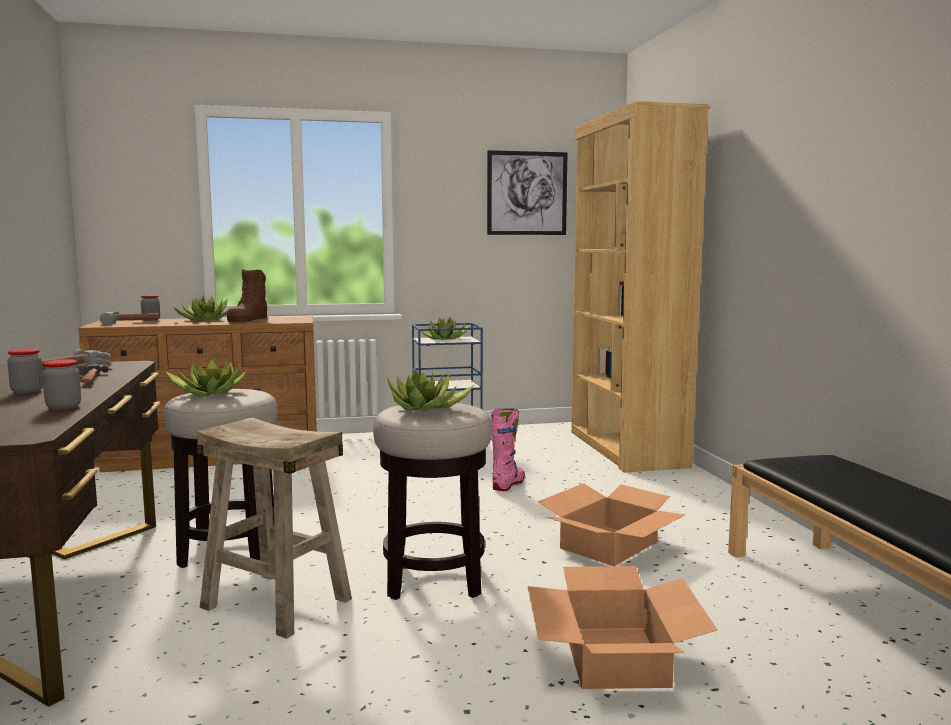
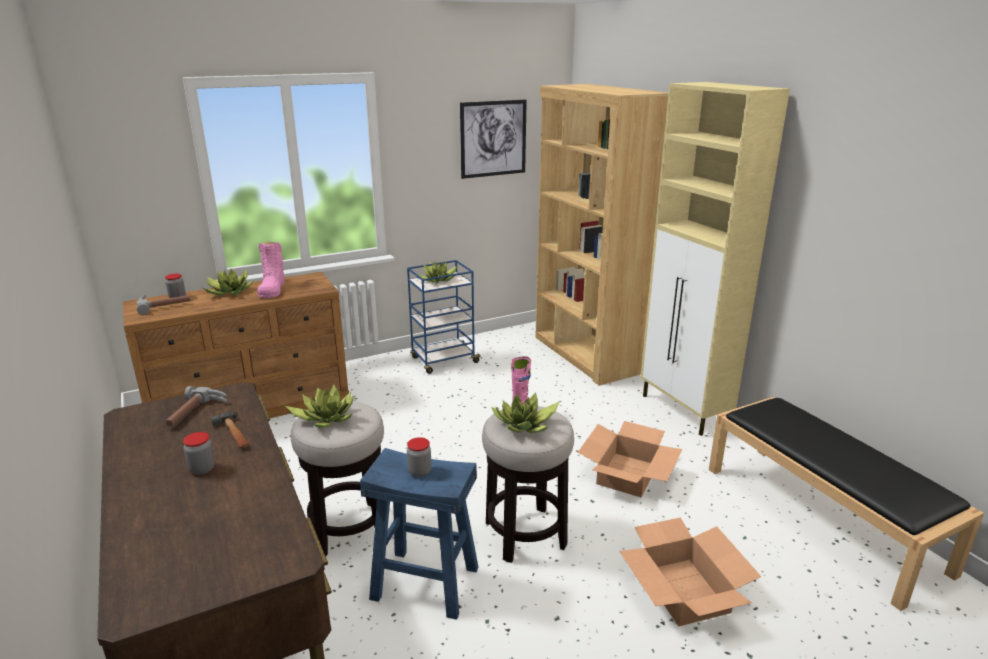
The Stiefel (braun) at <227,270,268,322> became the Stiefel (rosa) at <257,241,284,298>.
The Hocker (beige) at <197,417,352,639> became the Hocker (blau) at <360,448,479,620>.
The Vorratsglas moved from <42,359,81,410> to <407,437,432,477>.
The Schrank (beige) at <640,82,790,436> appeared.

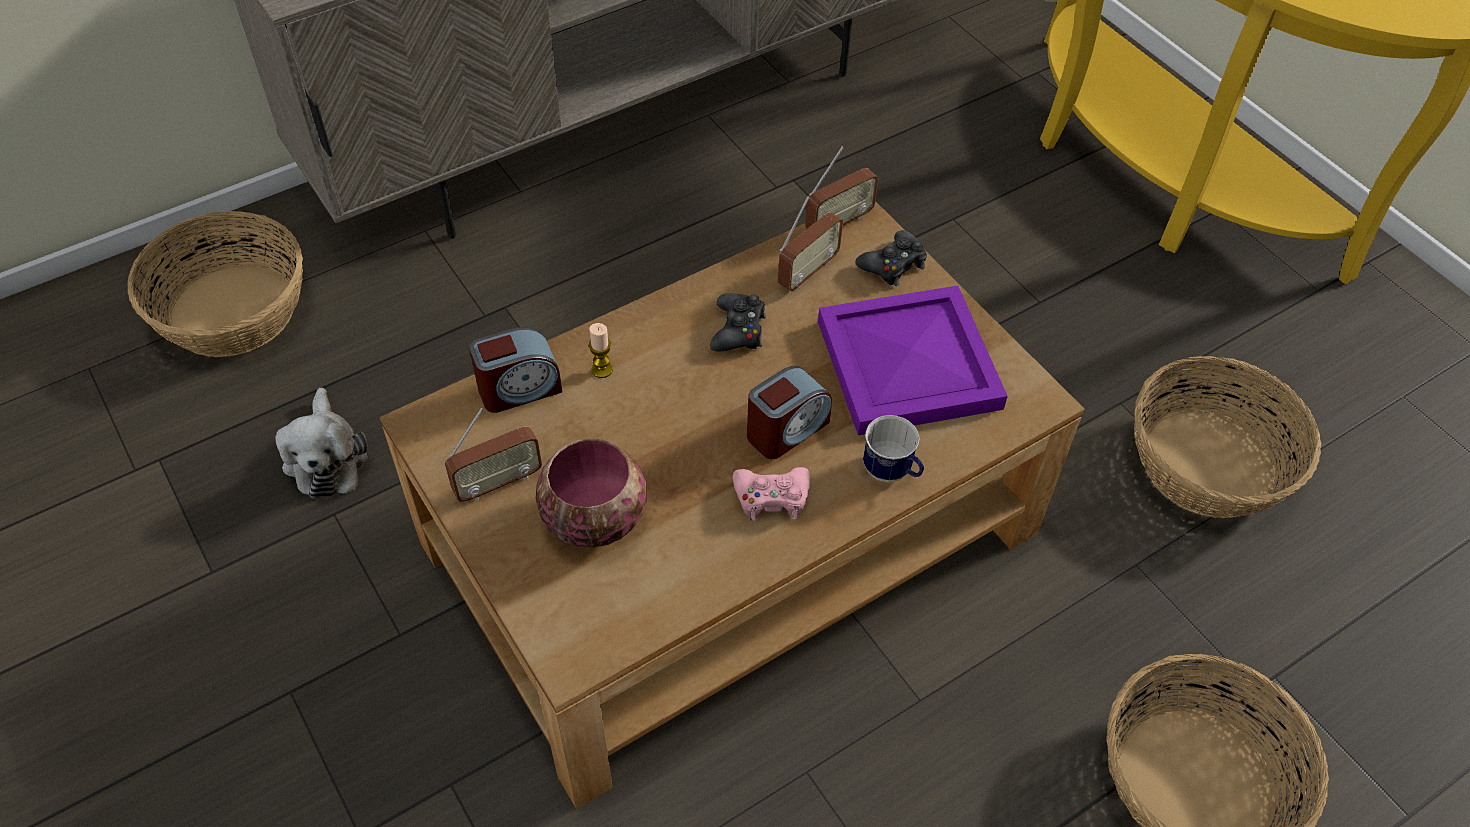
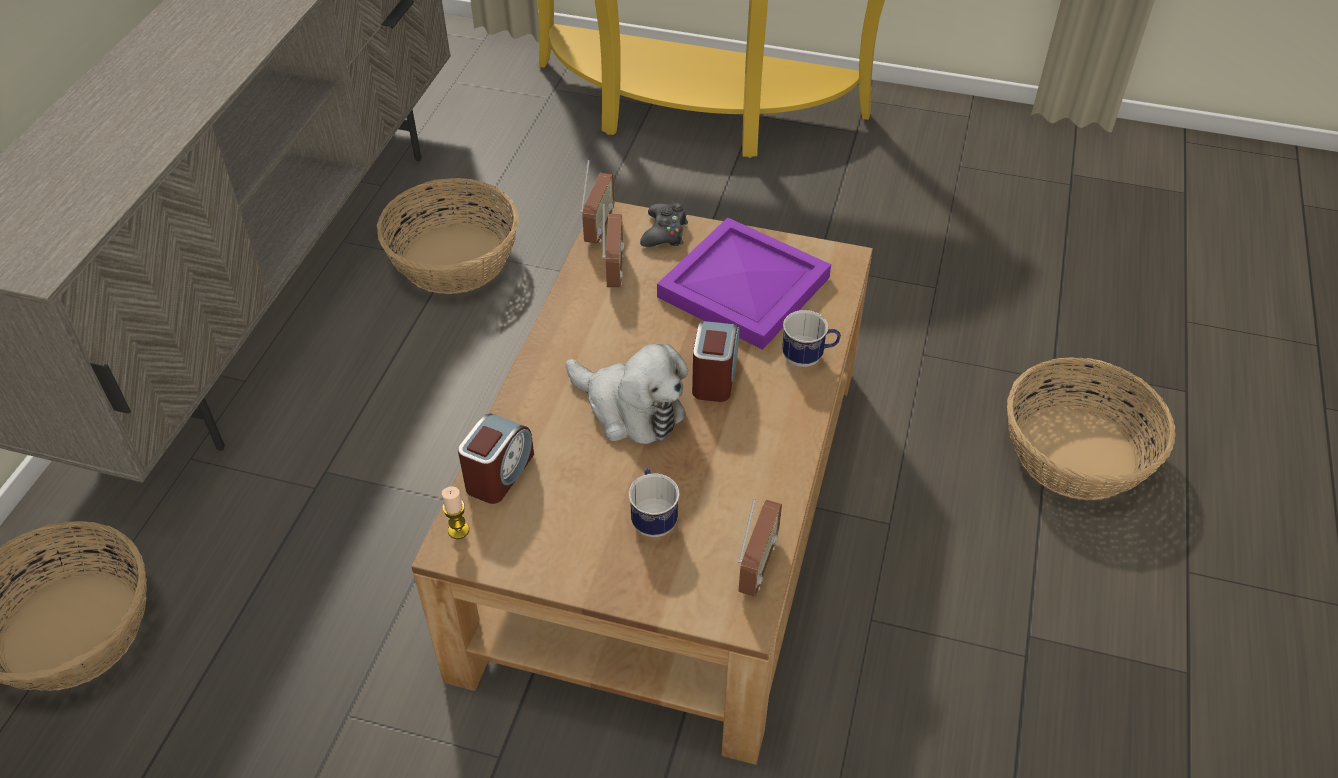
The Korb moved from <1134,356,1321,518> to <377,178,519,294>.
The Kerze moved from <589,323,613,378> to <442,486,469,539>.
The Plüschtier moved from <275,388,367,499> to <566,343,688,444>.
The Schüssel at <535,438,647,548> was replaced by the Henkelbecher at <628,468,680,537>.
The Radio moved from <445,408,542,502> to <738,499,782,597>.
The Gamepad (schwarz) at <710,293,766,351> disappeared.
The Gamepad (rosa) at <733,467,810,521> disappeared.

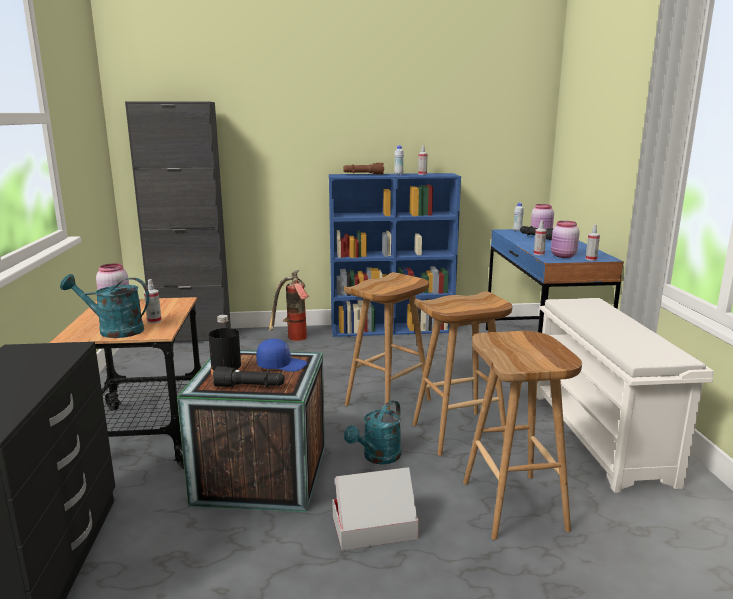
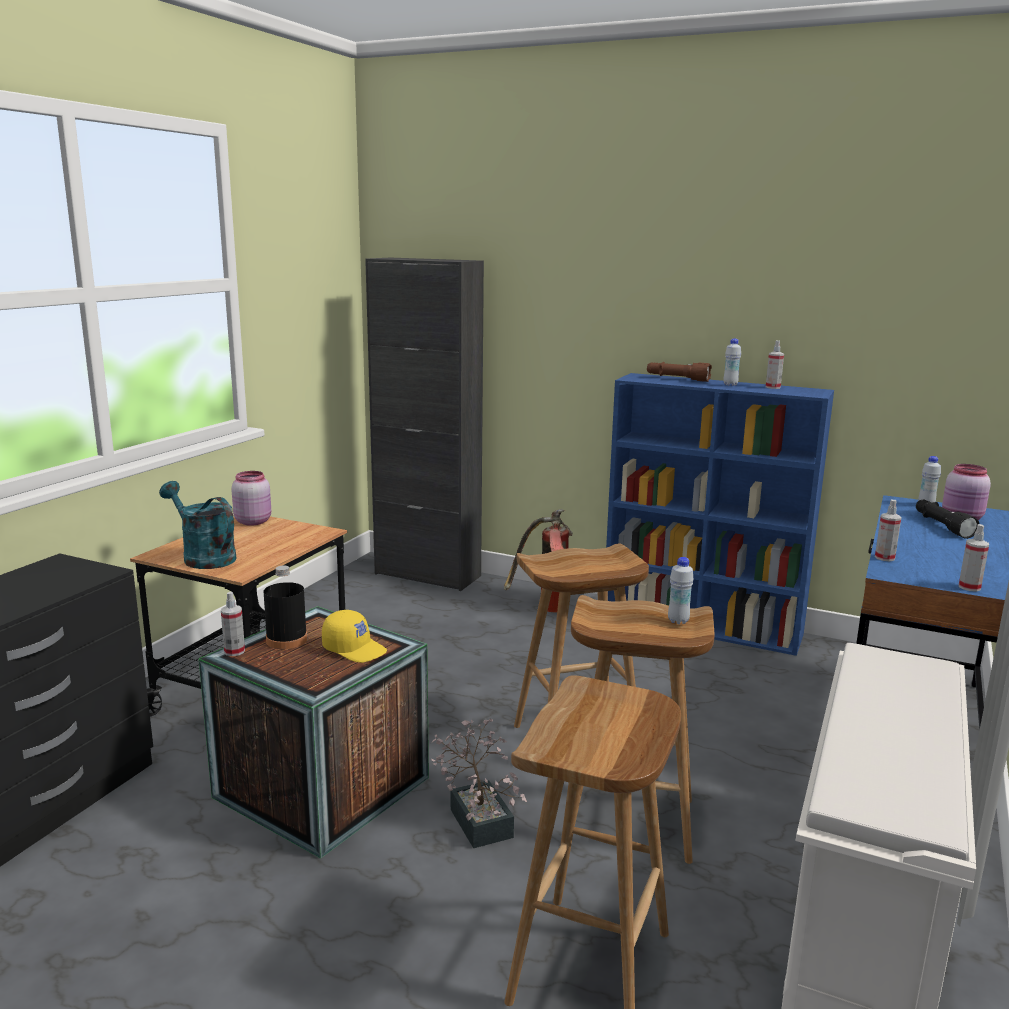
The Sprühflasche moved from <144,279,162,323> to <221,592,245,656>.
The Kappe (blau) at <256,339,307,372> became the Kappe (gelb) at <322,610,387,663>.
The Gießkanne (türkis) at <344,400,401,465> was replaced by the Topfpflanze at <431,719,527,848>.
The Flasche (weiß) at <668,557,694,624> appeared.
The Taschenlampe (schwarz) at <213,366,285,388> disappeared.
The Karton at <332,467,419,550> disappeared.
The Vorratsglas (rosa) at <551,221,580,258> disappeared.

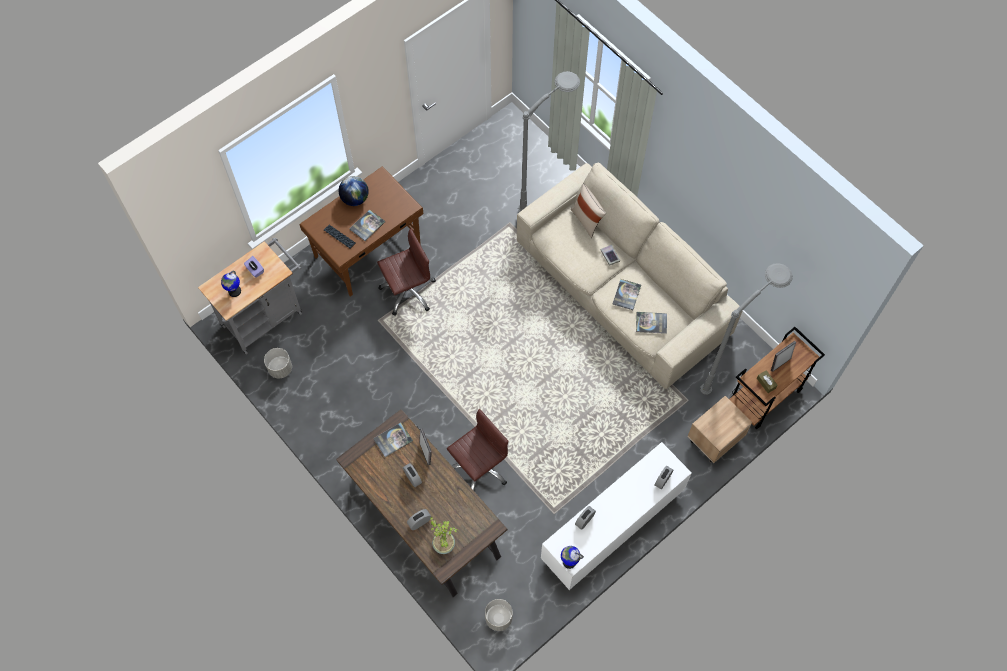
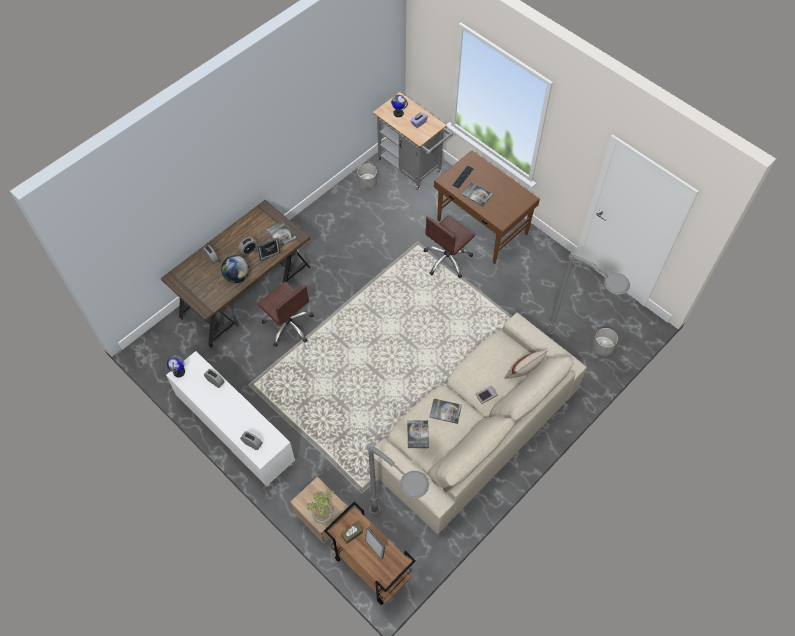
The Globus moved from <338,176,369,206> to <221,255,249,283>.
The Topfpflanze moved from <430,517,458,554> to <307,491,335,524>.
The Bürostuhl (braun) at <377,229,435,316> turned 75 degrees clockwise.
The Pflanzkübel (grau) moved from <485,599,513,631> to <592,328,618,356>.

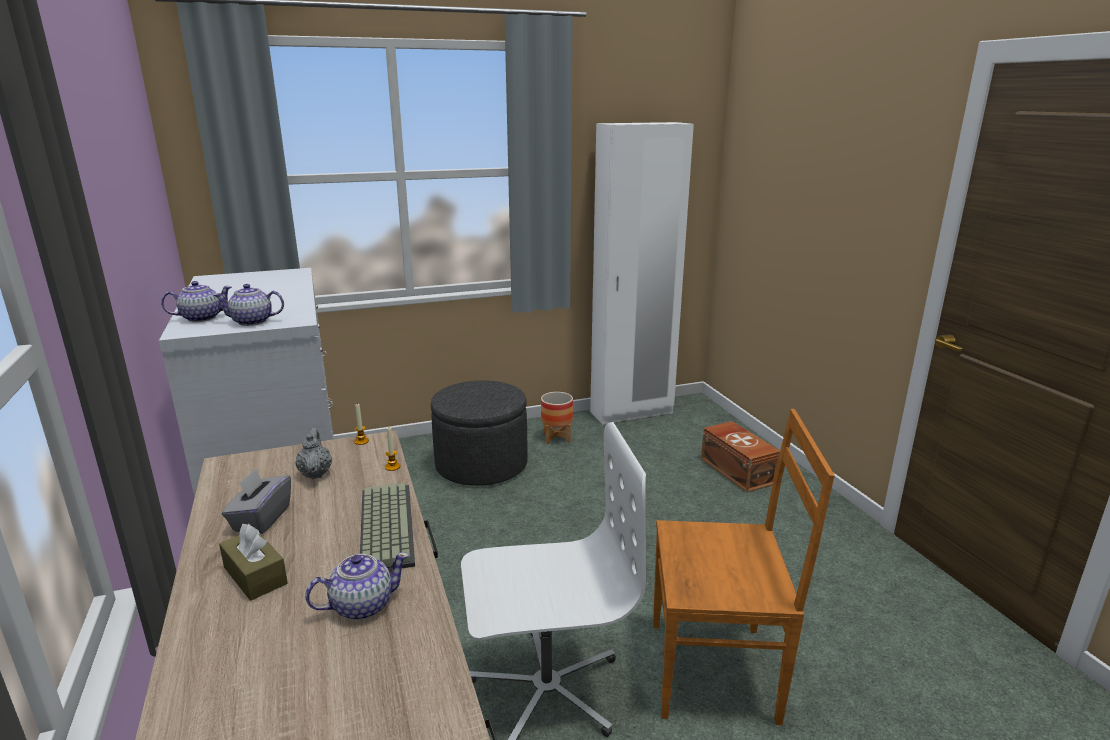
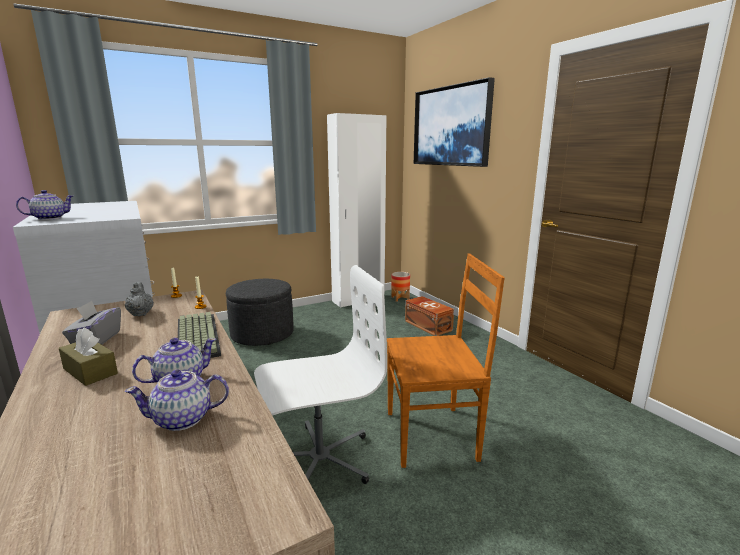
The Teekanne moved from <213,284,284,326> to <125,369,229,431>.
The Pflanzkübel moved from <541,392,573,444> to <391,272,410,302>.
The Bild at <414,77,495,167> appeared.

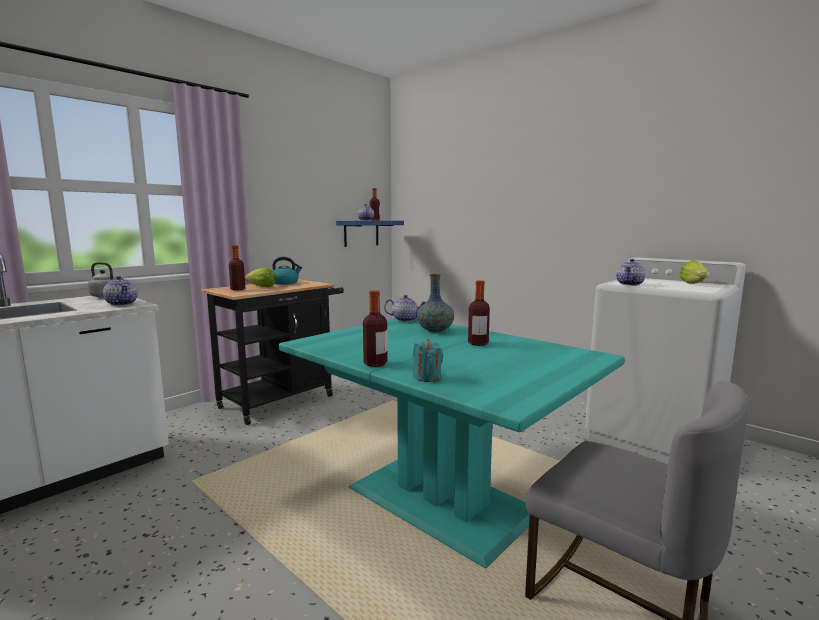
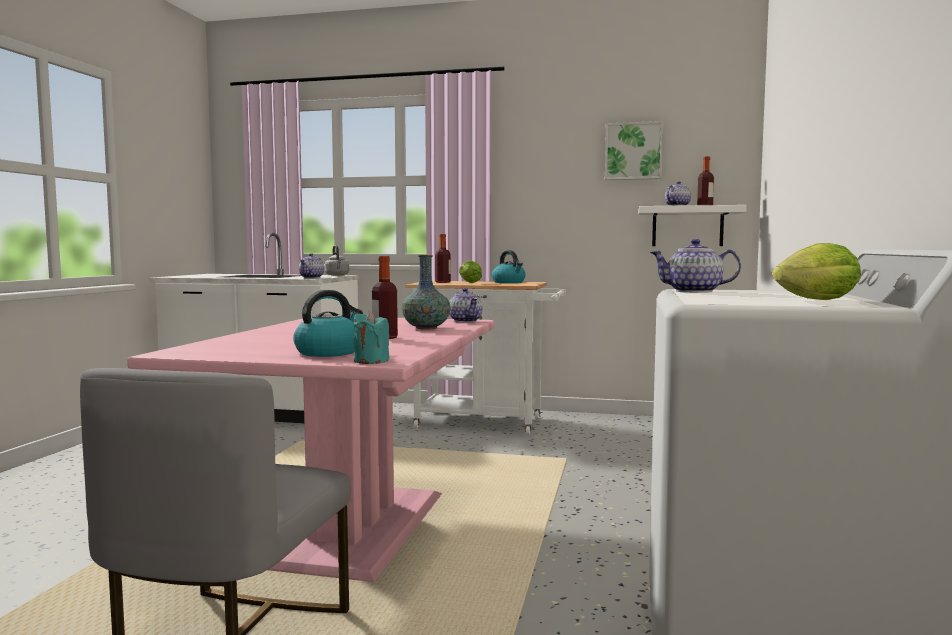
The Esstisch (türkis) at <279,318,625,569> became the Esstisch (rosa) at <127,318,495,582>.
The Wasserkessel at <293,290,363,357> appeared.
The Kerze (türkis) moved from <413,339,443,382> to <354,311,390,364>.
The Rollwagen (schwarz) at <201,279,344,425> became the Rollwagen (weiß) at <405,281,566,435>.
The Bild at <605,121,663,180> appeared.
The Wandregal (blau) at <336,221,404,247> became the Wandregal (weiß) at <639,205,747,246>.
The Flasche at <363,290,387,367> disappeared.

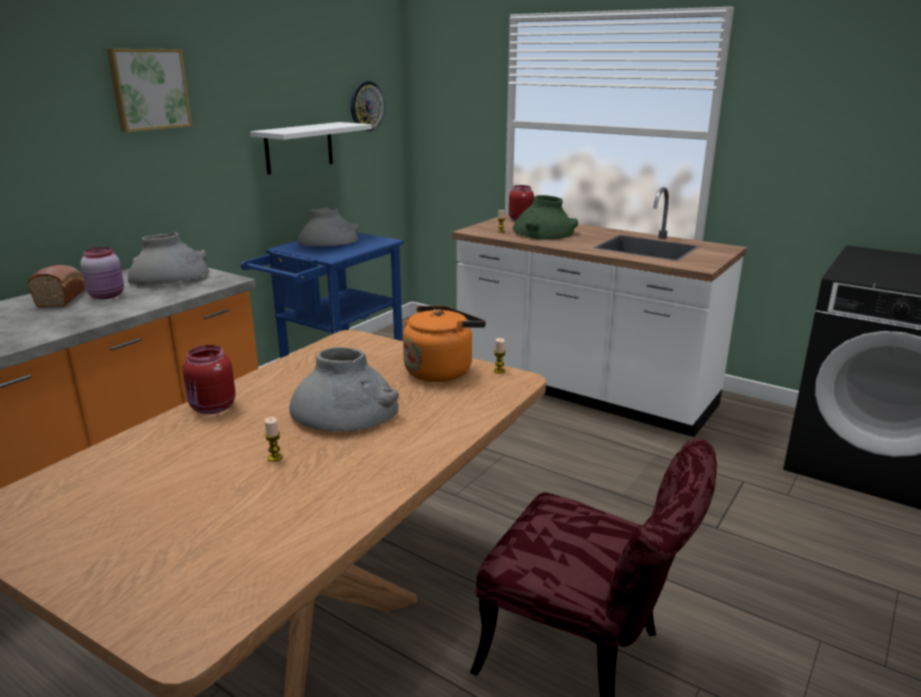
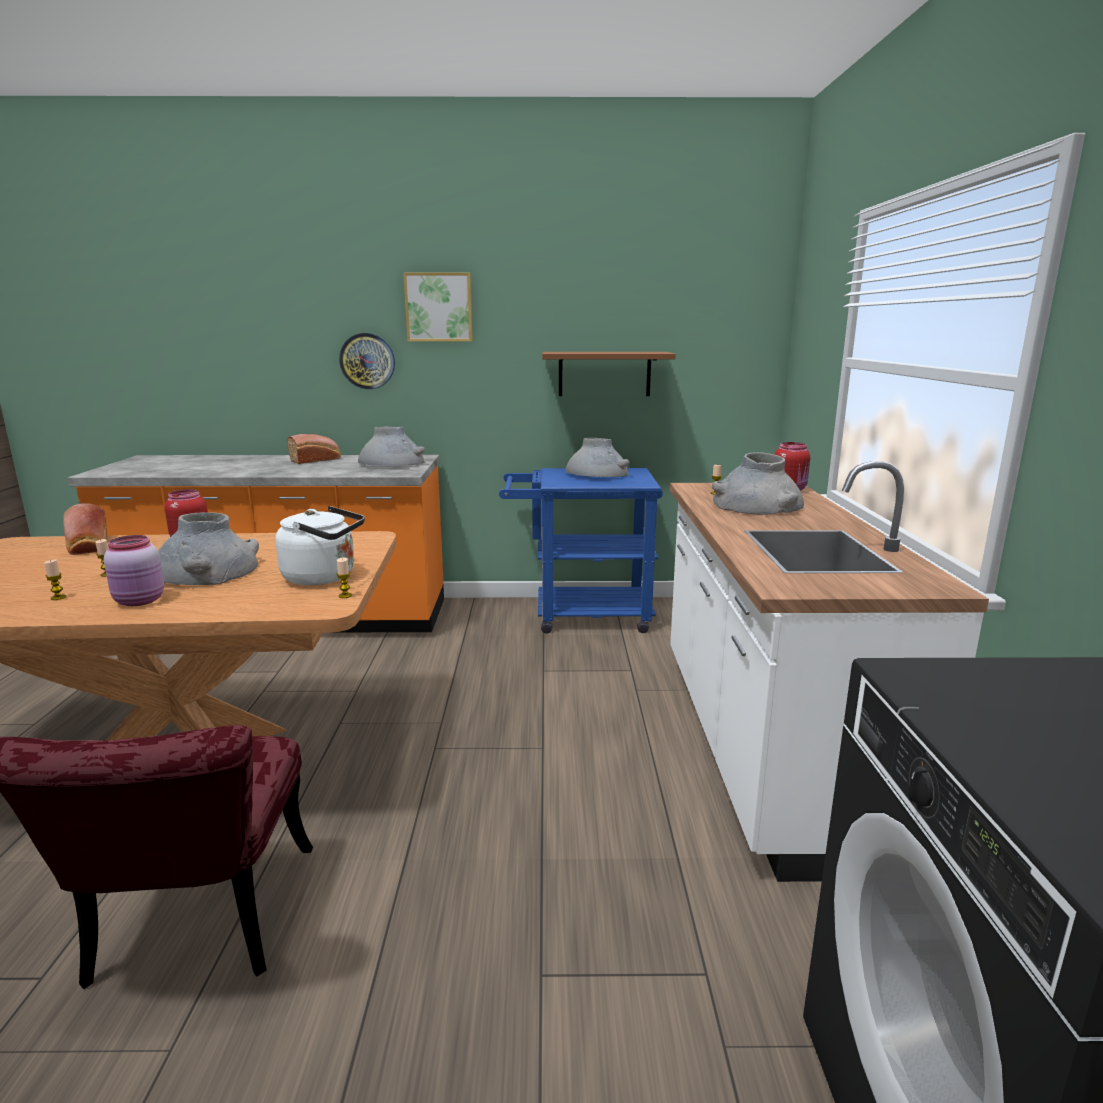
The Kerze at <44,559,66,600> appeared.
The Brot at <63,503,107,555> appeared.
The Vorratsglas (rosa) moved from <80,247,124,299> to <104,535,164,606>.
The Wasserkessel (orange) at <403,306,486,382> became the Wasserkessel (weiß) at <276,506,365,585>.
The Wanduhr moved from <351,81,385,131> to <339,333,395,389>.
The Wandregal (weiß) at <250,122,372,175> became the Wandregal (braun) at <542,352,676,396>.
The Vase (grün) at <513,195,578,240> became the Vase (grau) at <712,452,804,515>.

